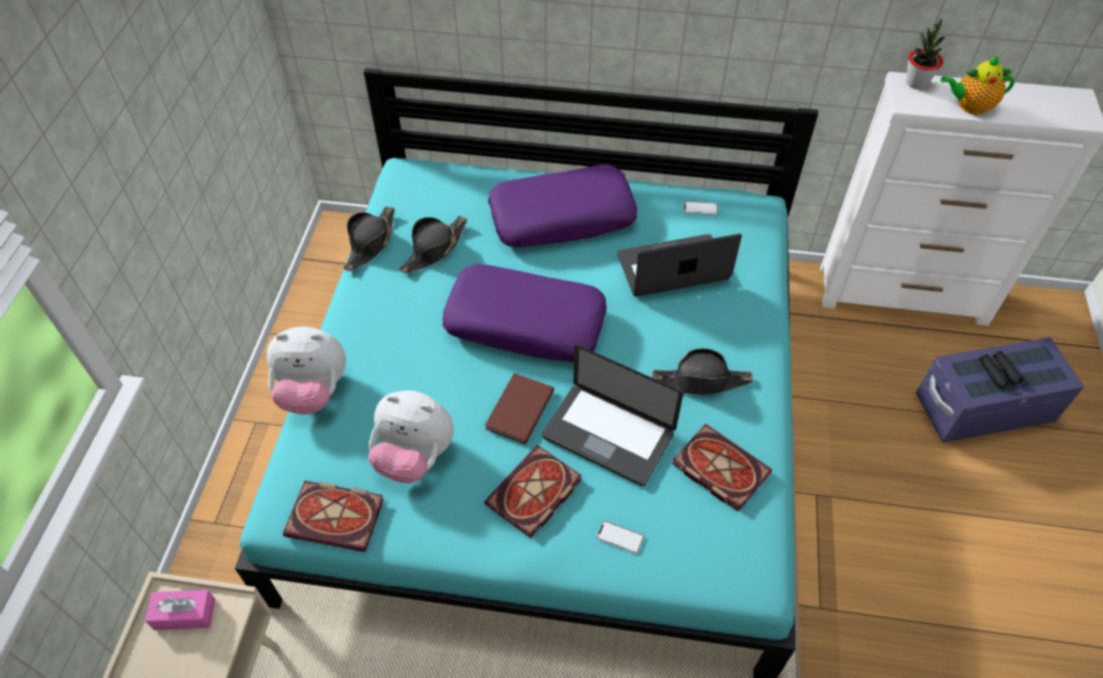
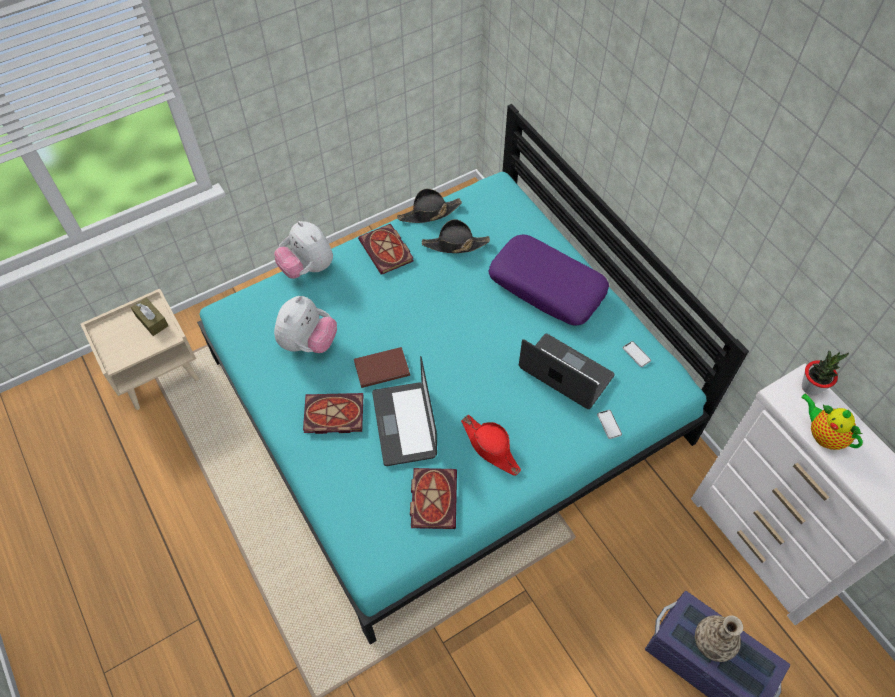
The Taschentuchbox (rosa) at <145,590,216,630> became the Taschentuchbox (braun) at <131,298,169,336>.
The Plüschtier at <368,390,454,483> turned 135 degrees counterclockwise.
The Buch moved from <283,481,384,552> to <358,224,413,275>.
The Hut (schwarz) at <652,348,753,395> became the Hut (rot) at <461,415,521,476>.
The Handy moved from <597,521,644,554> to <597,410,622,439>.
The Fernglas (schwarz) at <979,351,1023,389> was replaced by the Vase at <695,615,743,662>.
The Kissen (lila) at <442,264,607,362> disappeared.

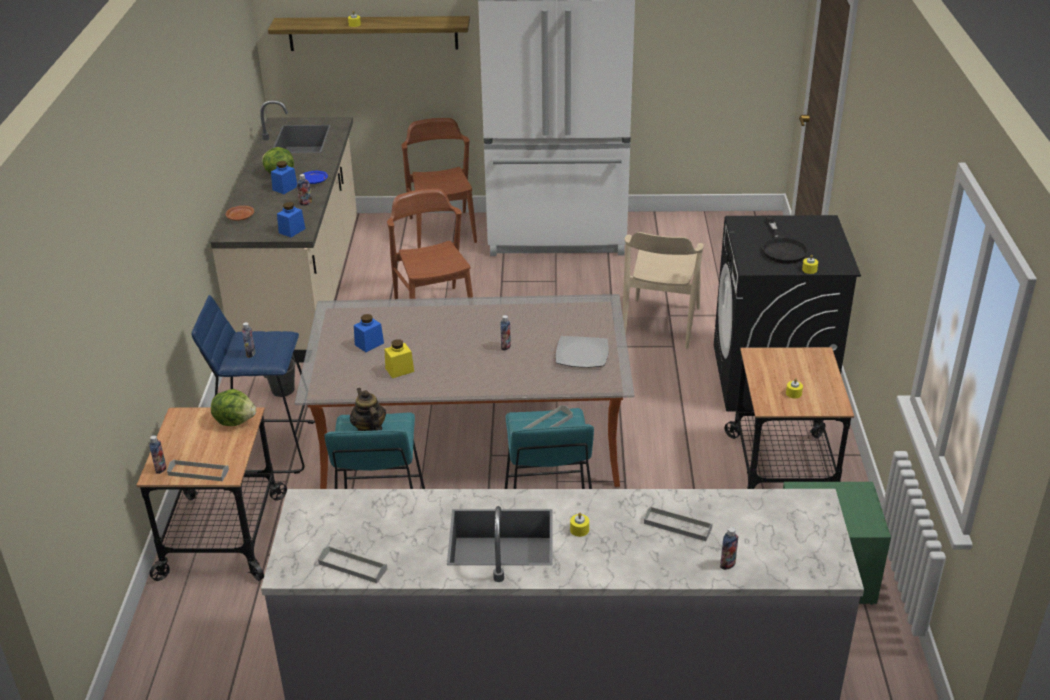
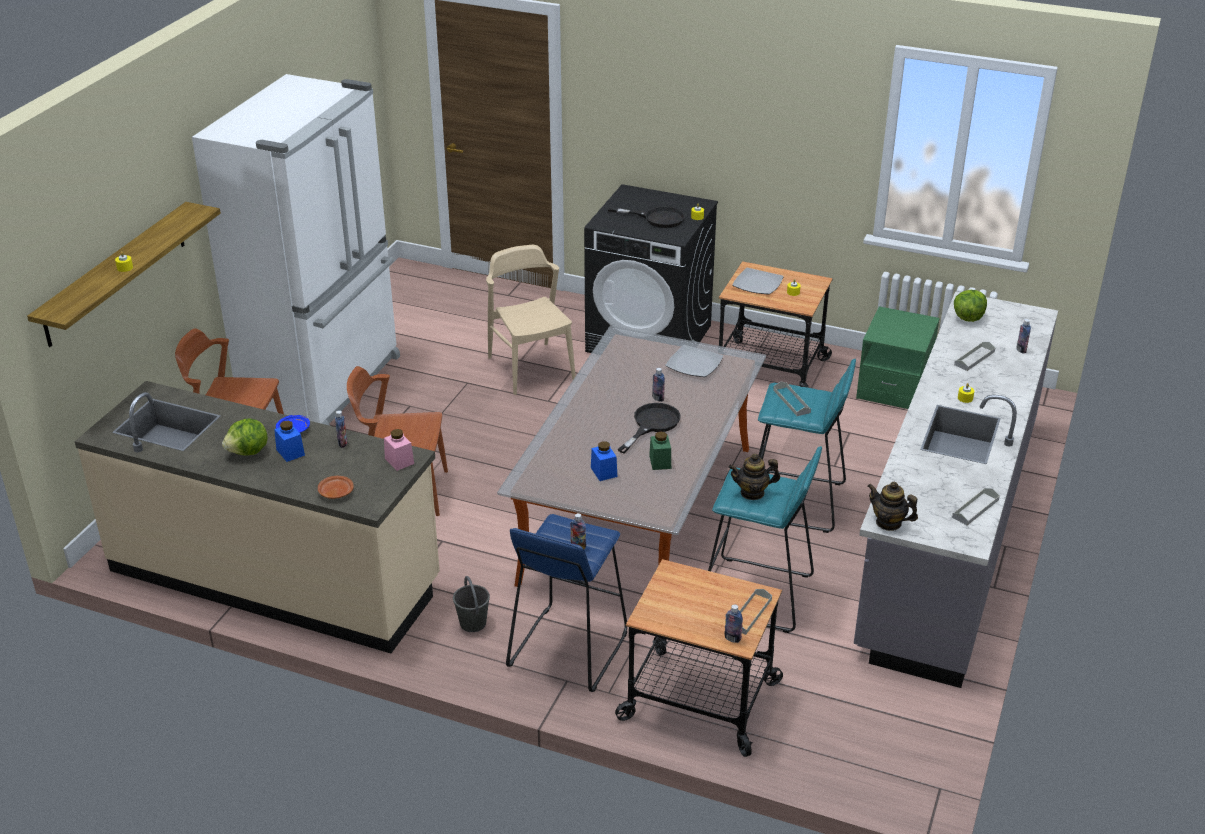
The Vorratsglas (blau) at <277,202,305,237> became the Vorratsglas (rosa) at <384,429,414,471>.
The Stuhl (beige) at <623,232,704,349> turned 150 degrees counterclockwise.
The Pfanne (schwarz) at <618,403,681,454> appeared.
The Vorratsglas (gelb) at <385,339,414,378> became the Vorratsglas (grün) at <649,431,671,470>.
The Teller at <732,268,784,294> appeared.
The Teekanne at <868,482,918,531> appeared.
The Salatkopf moved from <211,389,256,426> to <954,290,987,322>.

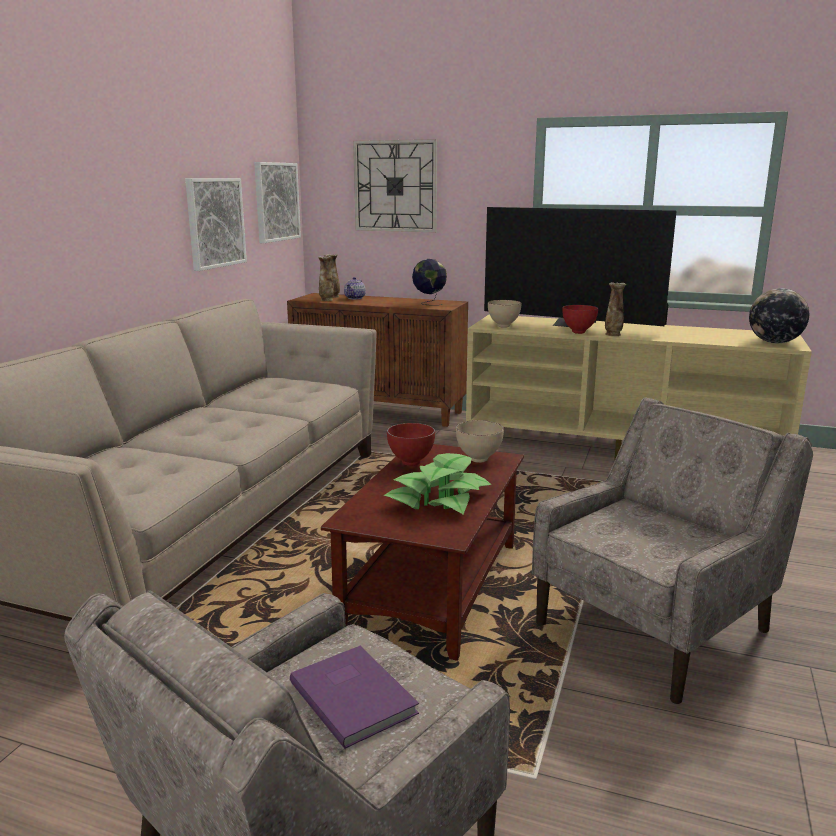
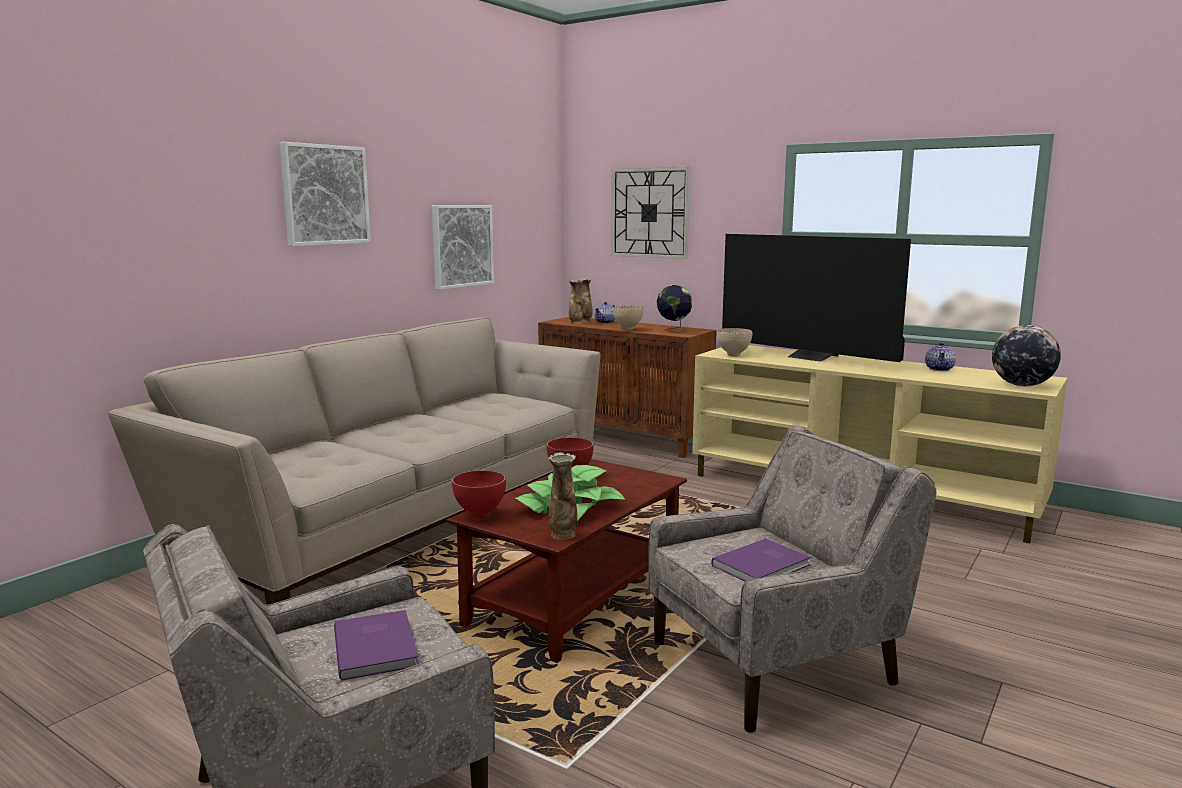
The Bild moved from <254,162,301,243> to <280,142,371,246>.
The Schüssel (rot) moved from <563,305,598,334> to <452,470,506,518>.
The Vase moved from <605,282,626,336> to <548,453,578,540>.
The Schüssel (beige) moved from <456,420,504,463> to <613,305,644,330>.
The Buch (lila) at <711,539,811,582> appeared.
The Teekanne at <925,342,956,371> appeared.

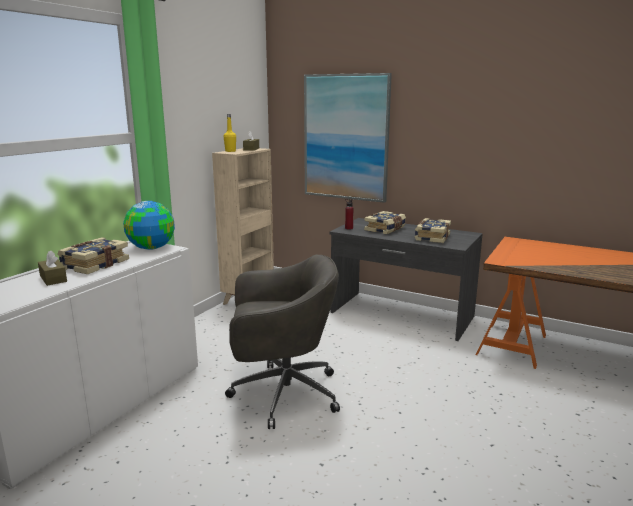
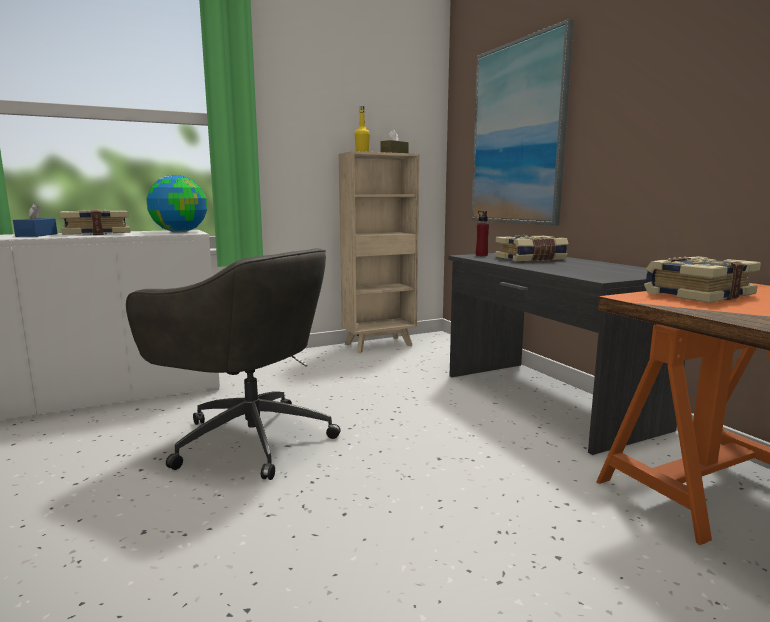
The Taschentuchbox (braun) at <38,250,67,286> became the Taschentuchbox (blau) at <13,203,57,237>.
The Buch moved from <415,218,451,243> to <644,256,761,303>.

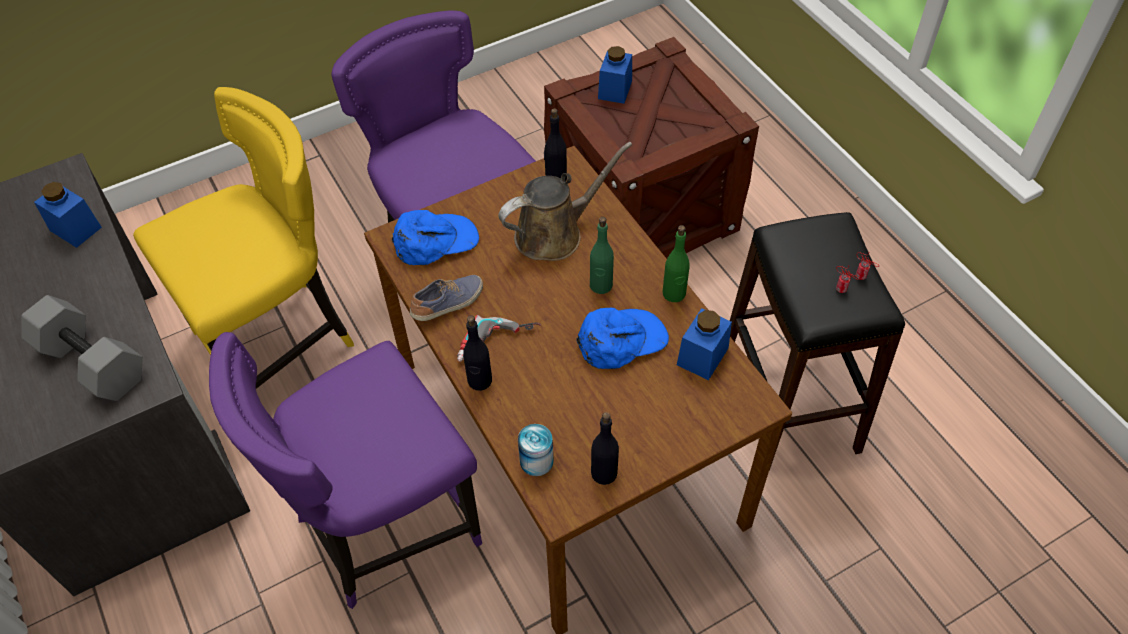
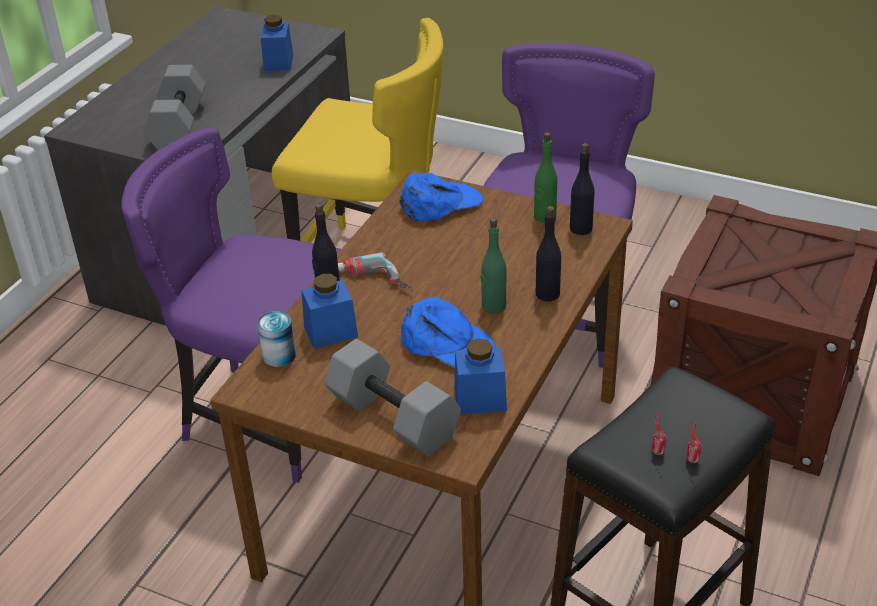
The Vorratsglas (blau) moved from <598,46,632,104> to <302,274,358,348>.
The Hantel (grau) at <324,339,461,457> appeared.
The Kappe (blau) at <392,210,479,265> turned 60 degrees counterclockwise.
The Flasche (grün) moved from <663,225,690,302> to <534,132,557,223>.
The Flasche (schwarz) moved from <591,412,619,485> to <536,206,561,302>.
The Schuh at <410,275,483,321> disappeared.
The Gießkanne (braun) at <498,142,632,261> disappeared.

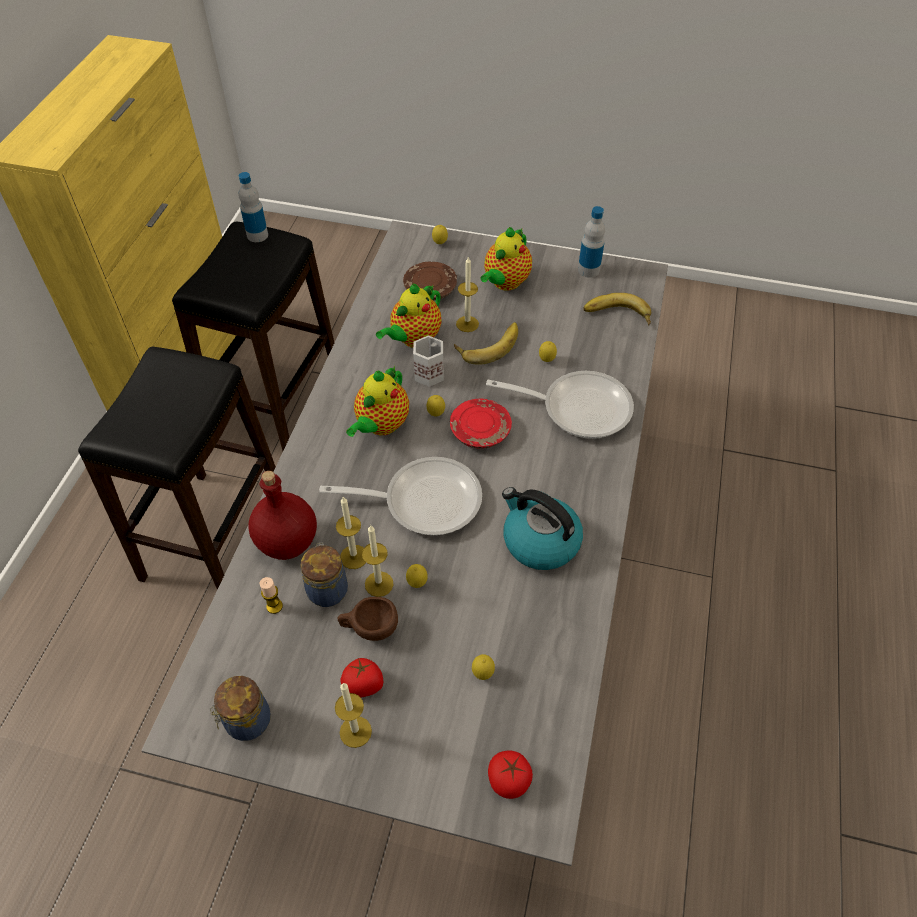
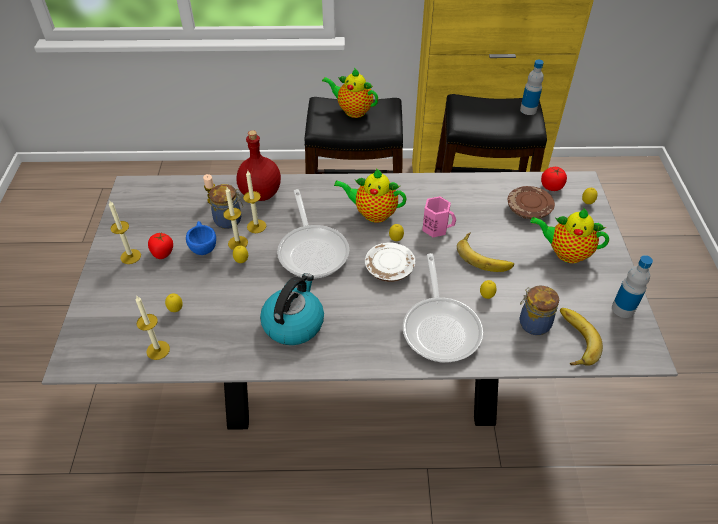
The Kerze moved from <456,257,479,332> to <136,296,170,360>.
The Tasse (braun) at <337,597,398,641> became the Tasse (blau) at <186,221,216,255>.
The Teekanne moved from <376,283,442,347> to <322,68,378,118>.
The Teller (rot) at <450,399,512,449> became the Teller (weiß) at <365,242,415,282>.
The Henkelbecher (weiß) at <413,335,444,387> became the Henkelbecher (rosa) at <422,196,456,237>.
The Vorratsglas moved from <209,676,271,741> to <519,286,559,335>.
The Tomate moved from <488,751,533,799> to <541,167,567,191>.

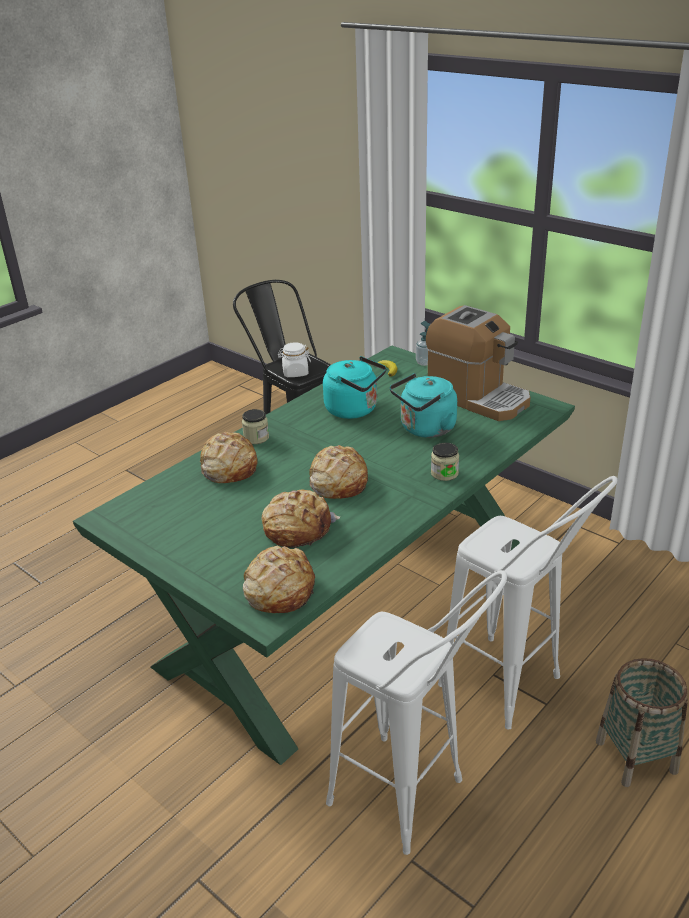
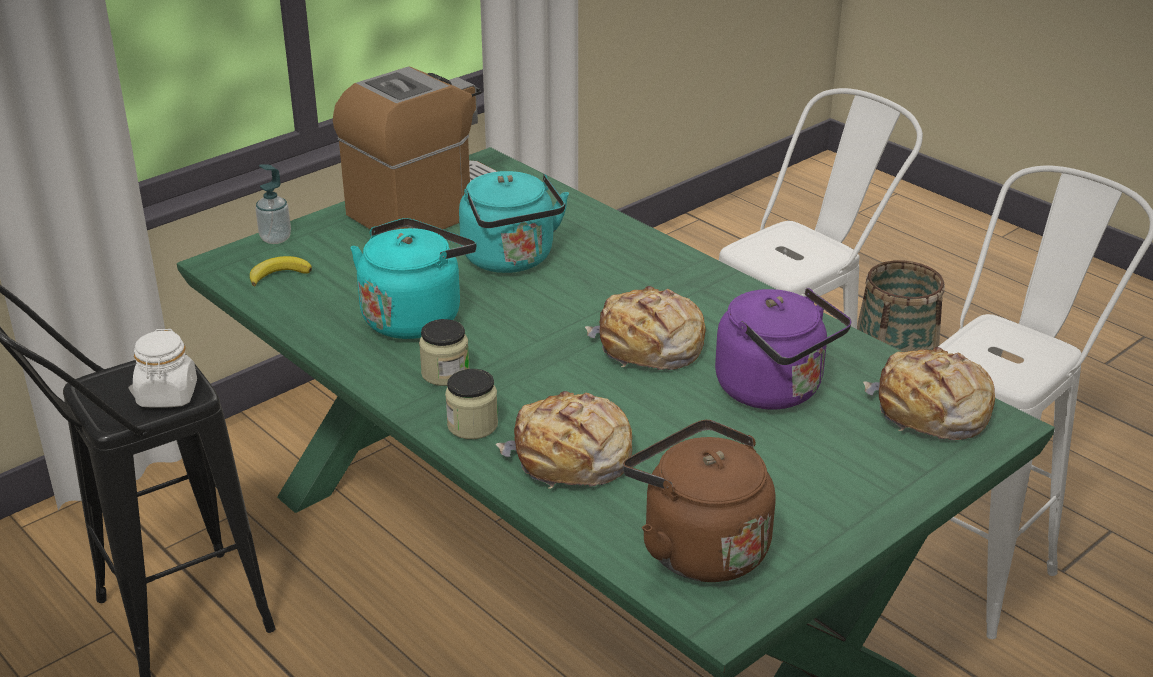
The Vorratsglas moved from <431,443,459,481> to <419,319,469,386>.
The Wasserkessel (braun) at <623,420,775,582> appeared.
The Brot at <262,490,340,548> was replaced by the Wasserkessel (lila) at <715,288,852,410>.

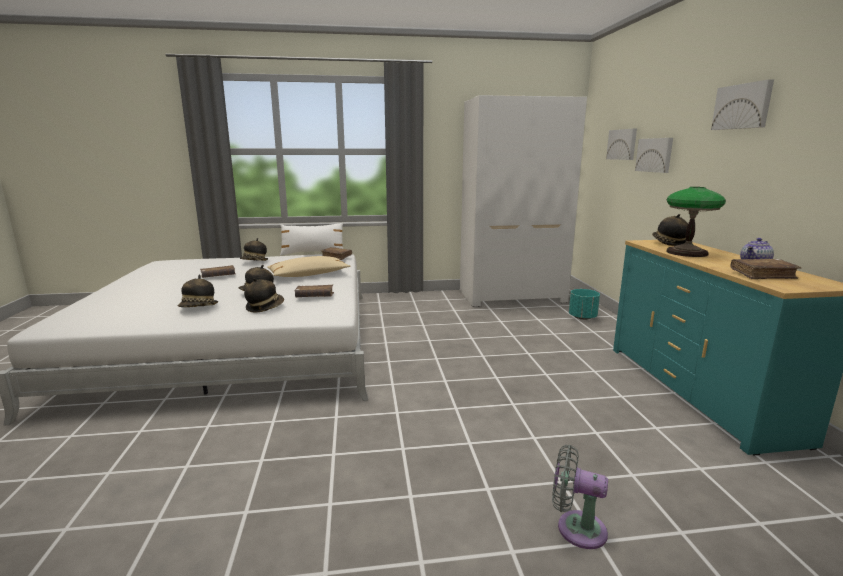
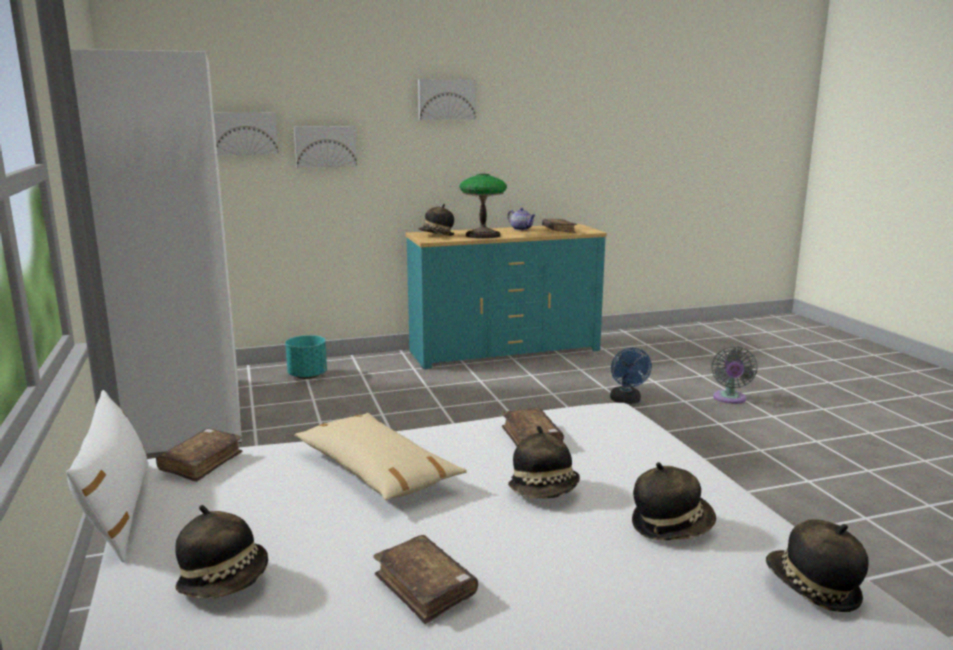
The Ventilator (blau) at <610,348,652,404> appeared.
The Hut moved from <244,278,284,312> to <766,519,869,612>.

